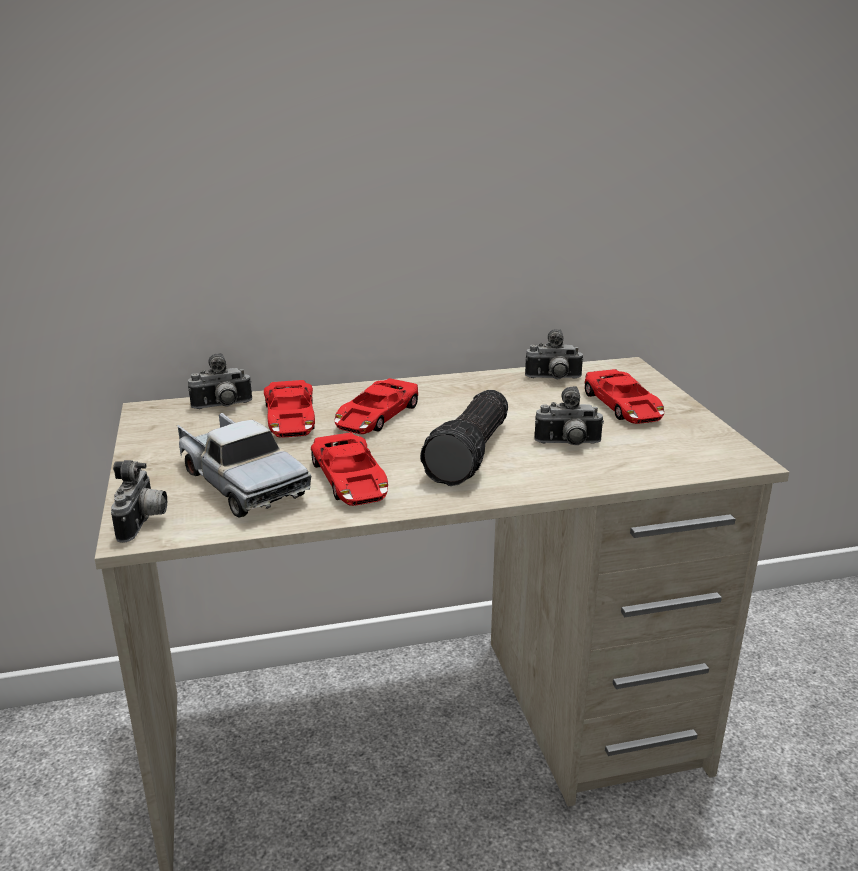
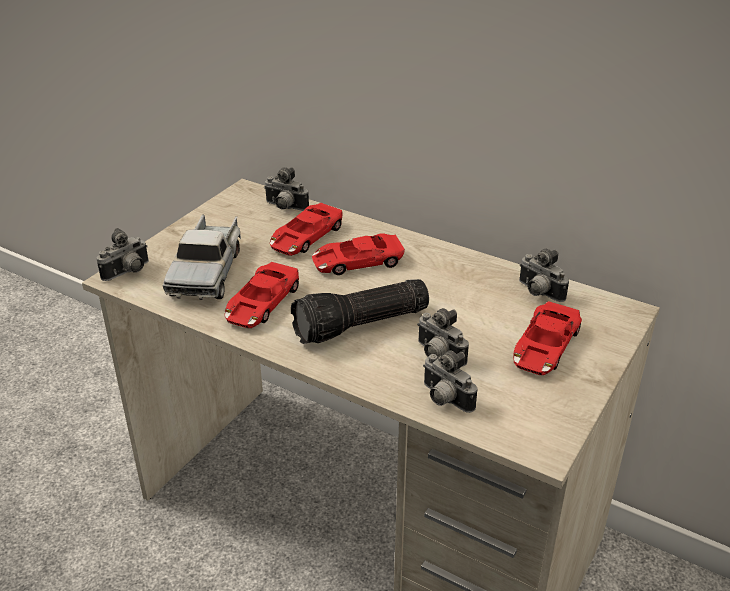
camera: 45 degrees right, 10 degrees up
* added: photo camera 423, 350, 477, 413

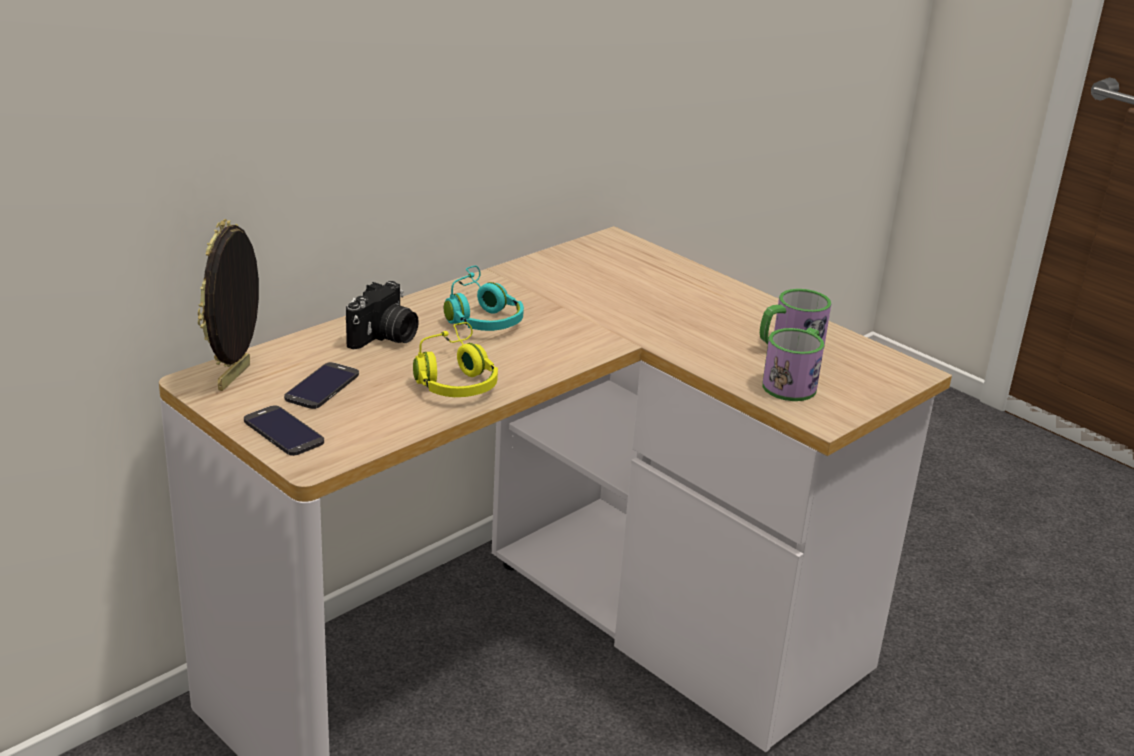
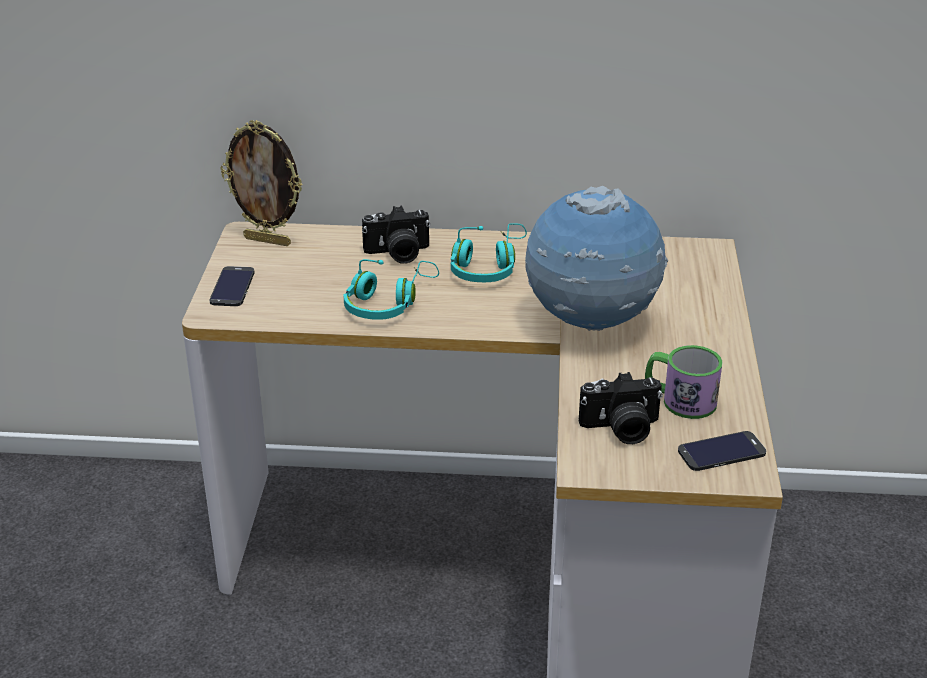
camera: 50 degrees right, 5 degrees up
* turned: picture frame 198, 219, 259, 391 = 220, 120, 302, 246 135 degrees counterclockwise
* recoloured: yellow headphones 413, 322, 498, 397 to turquoise headphones 344, 259, 439, 320
* replaced: mug 762, 328, 824, 401 to photo camera 579, 372, 663, 444
* moved: phone 284, 362, 359, 409 to 678, 431, 766, 471
* added: globe 525, 186, 668, 331

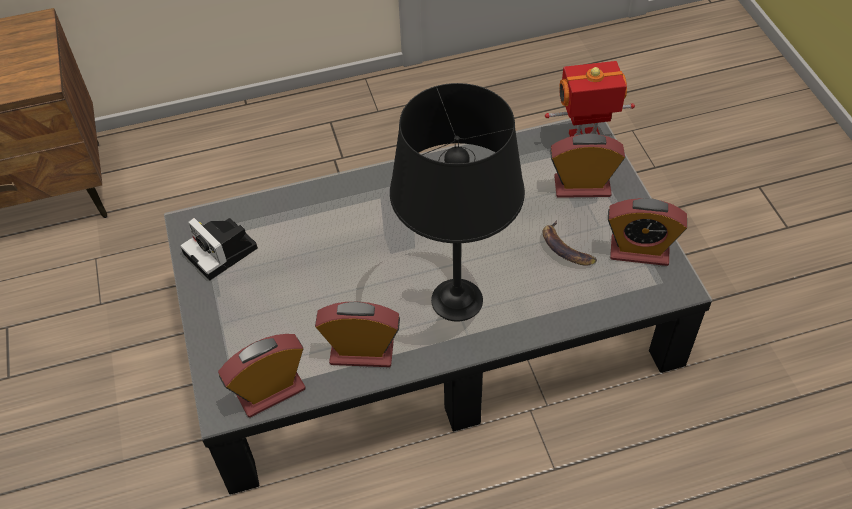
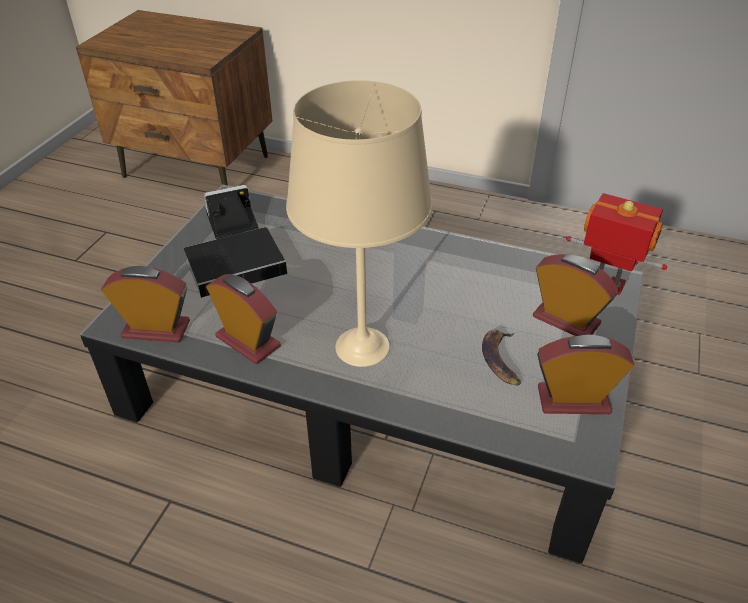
camera: 35 degrees right, 10 degrees down
* recoloured: black table lamp 390, 83, 525, 322 to beige table lamp 286, 80, 433, 367
* turned: alarm clock 608, 198, 687, 266 = 537, 335, 634, 414 135 degrees clockwise
* turned: photo camera 180, 218, 258, 280 = 204, 185, 259, 239 75 degrees clockwise
* added: book 184, 227, 302, 298

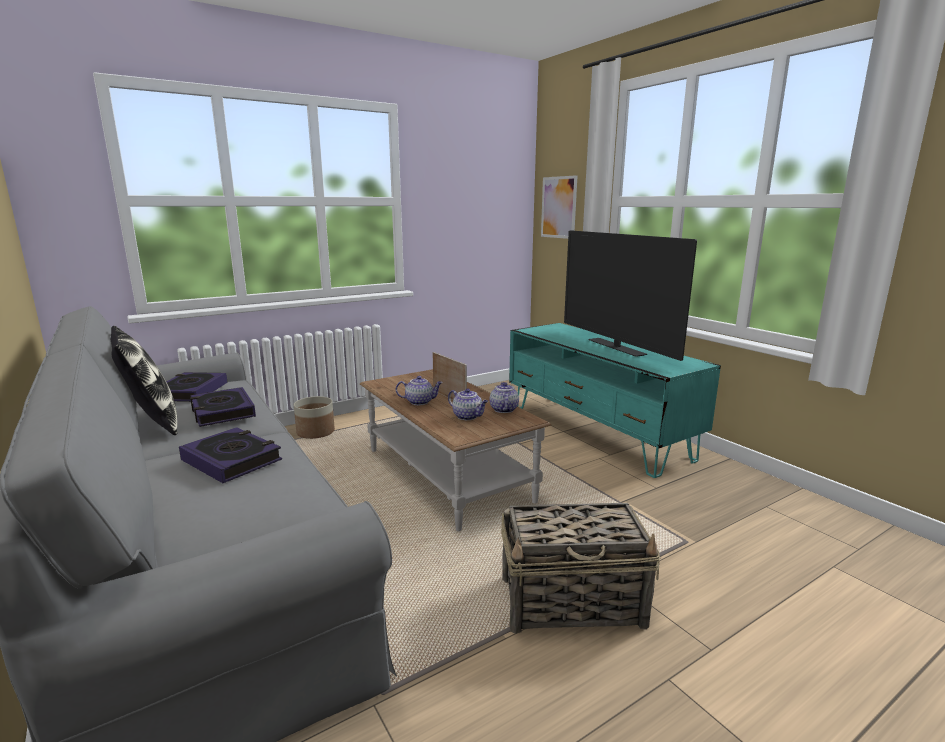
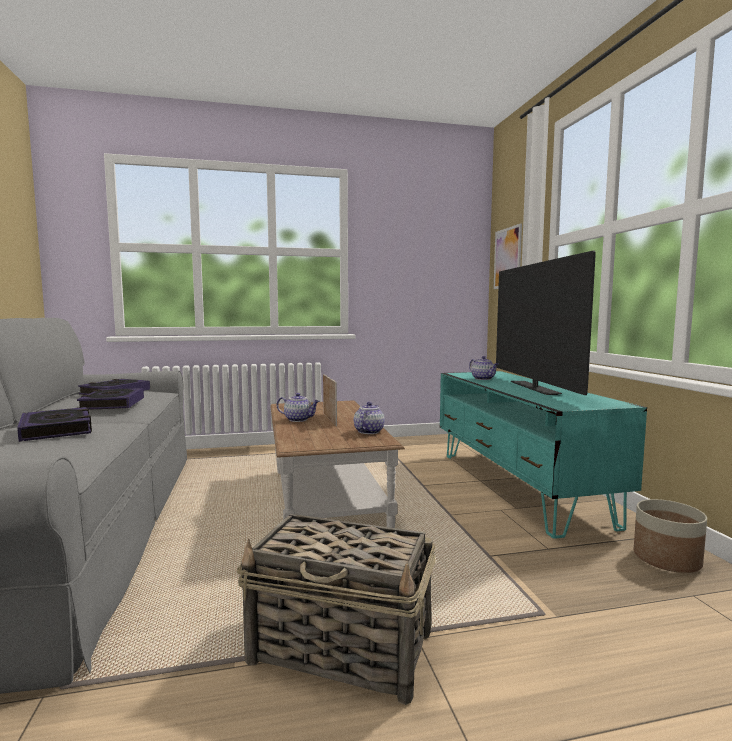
camera: 20 degrees right, 10 degrees down
* removed: pillow 111, 326, 178, 435
* moved: teapot 448, 388, 488, 420 to 469, 356, 498, 380
* moved: planter 294, 396, 335, 439 to 634, 499, 707, 573

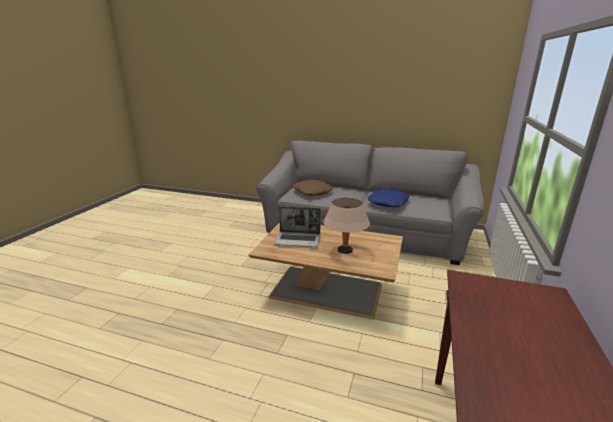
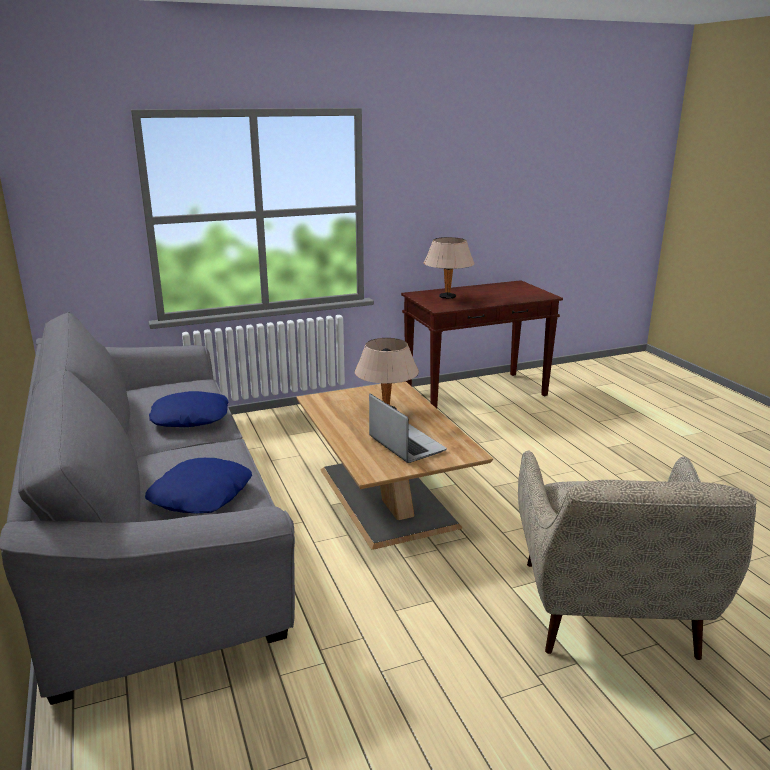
camera: 130 degrees left, 0 degrees up
* recoloured: brown pillow 292, 180, 333, 196 to blue pillow 145, 458, 252, 513
* added: beige table lamp 424, 237, 474, 299
* added: beige armchair 518, 451, 757, 660

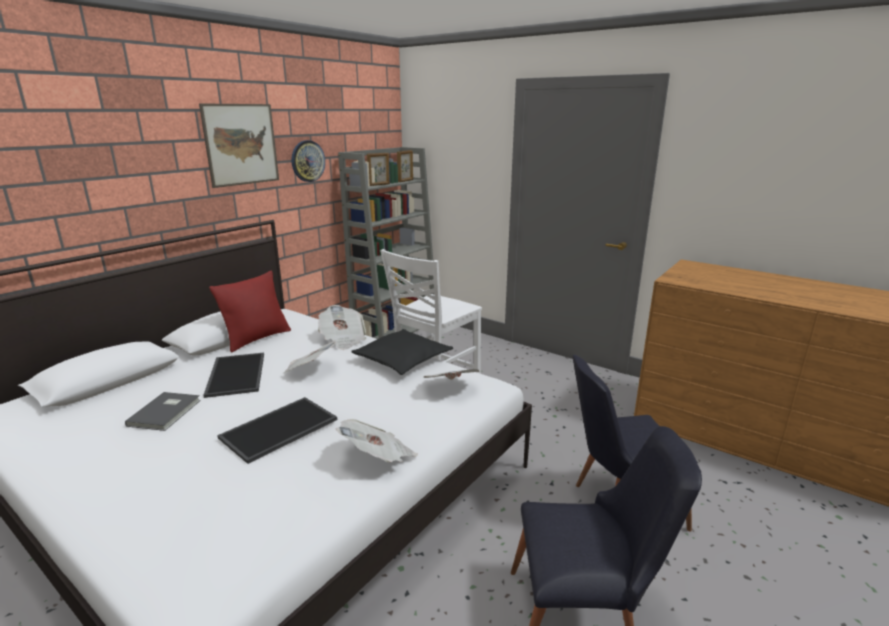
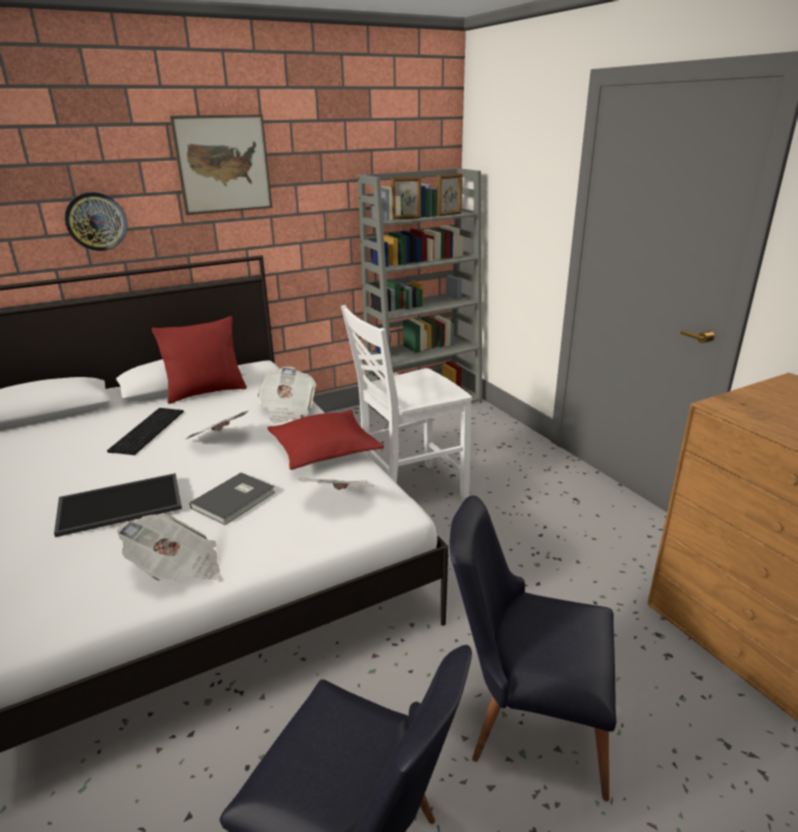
camera: 25 degrees right, 5 degrees up
* moved: wall clock 292, 140, 325, 182 to 65, 192, 127, 251
* recoloured: black pillow 351, 329, 453, 375 to red pillow 267, 410, 384, 470
* replaced: tray 203, 353, 264, 398 to keyboard 107, 408, 184, 455
* moved: grey book 125, 392, 201, 431 to 190, 473, 275, 525

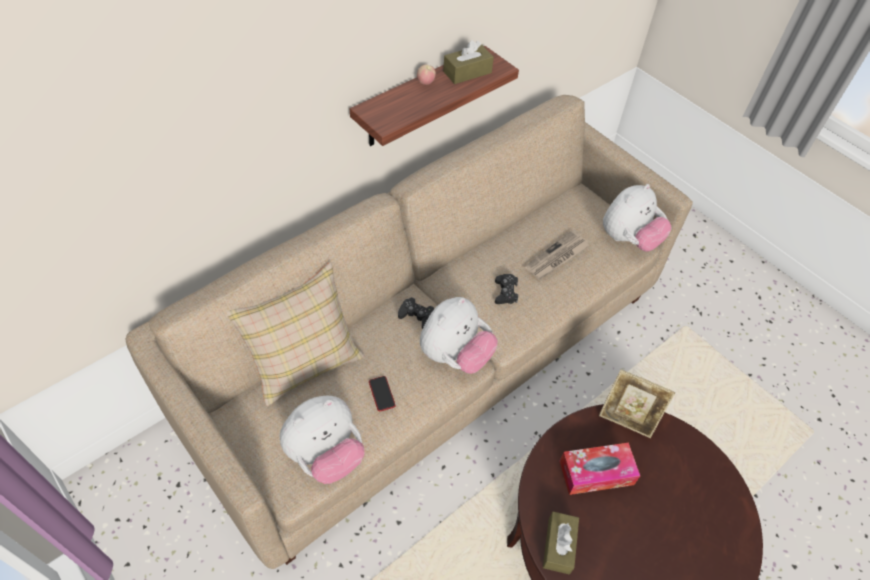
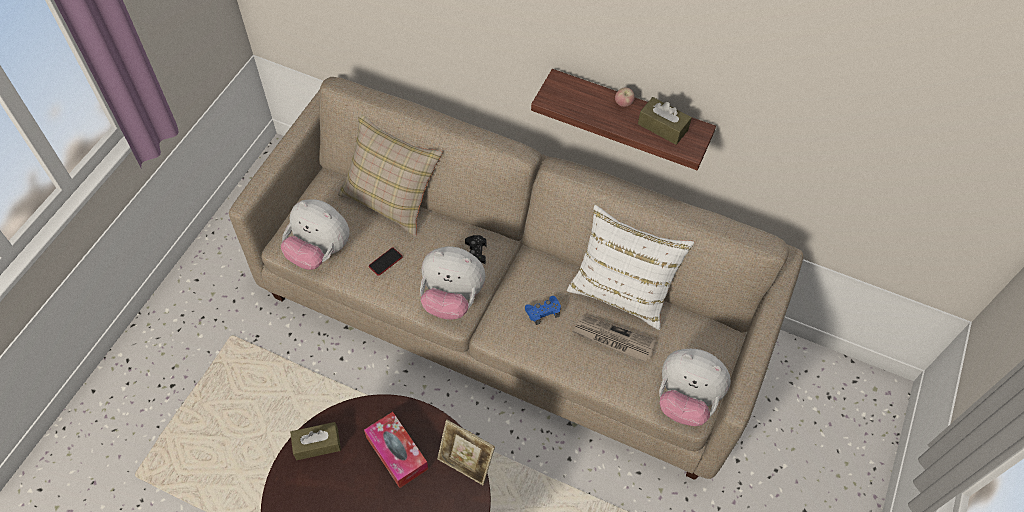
camera: 65 degrees right, 5 degrees up
* recoloured: black game controller 495, 274, 518, 304 to blue game controller 525, 296, 561, 325
* turned: picture frame 599, 369, 675, 438 = 437, 420, 495, 485 60 degrees counterclockwise
* added: white pillow 567, 205, 694, 330

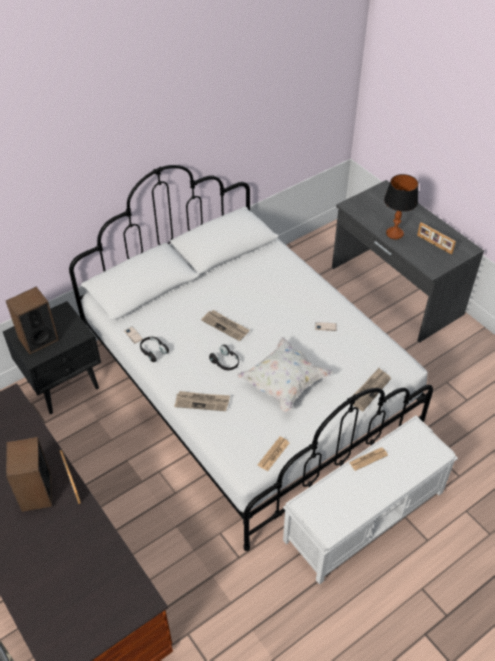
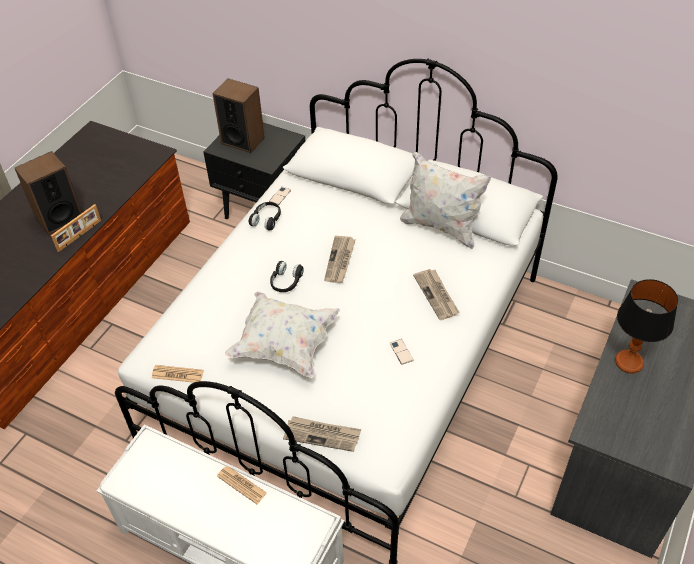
camera: 65 degrees right, 0 degrees up
* removed: picture frame 417, 222, 456, 255
* moved: newspaper 174, 391, 230, 411 to 413, 269, 460, 320
* added: white pillow 400, 152, 491, 249

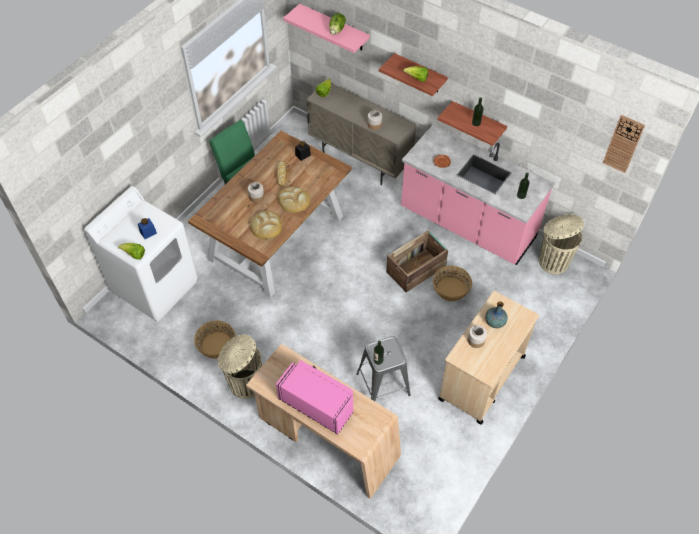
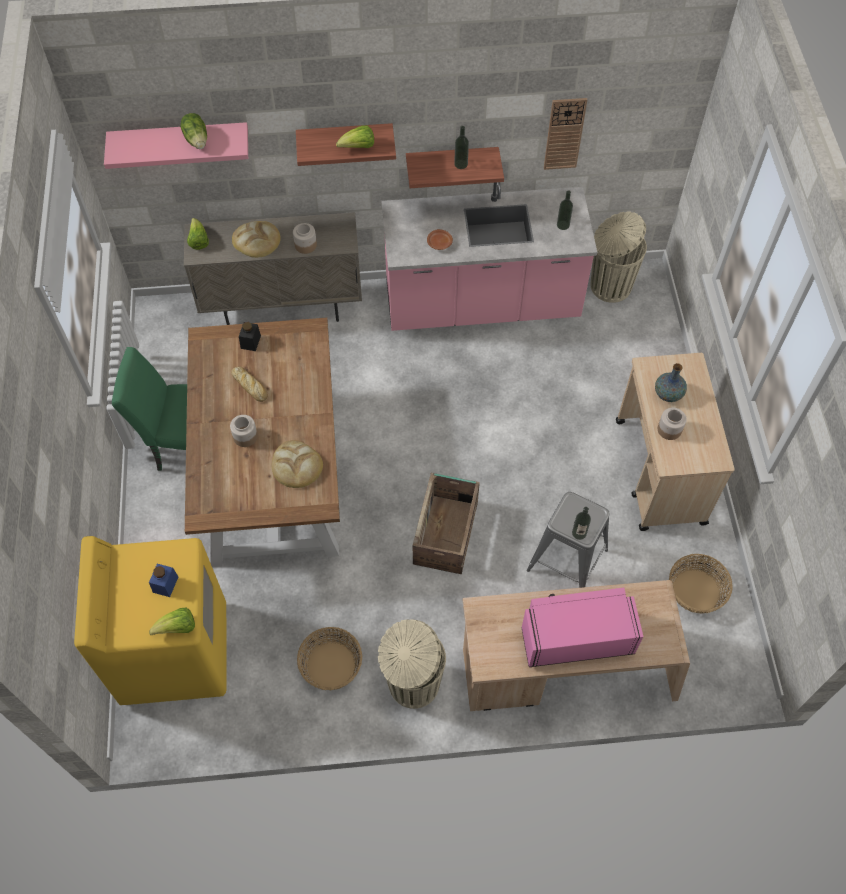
camera: 40 degrees left, 5 degrees up
* moved: wall clock 603, 115, 645, 173 to 544, 98, 587, 170
* recoloured: white washing machine 84, 186, 198, 322 to yellow washing machine 74, 536, 227, 705
* moved: bread 278, 186, 310, 213 to 232, 221, 281, 258
* moved: crate 386, 230, 448, 292 to 413, 473, 480, 574
* moved: basket 433, 266, 472, 301 to 669, 554, 733, 614

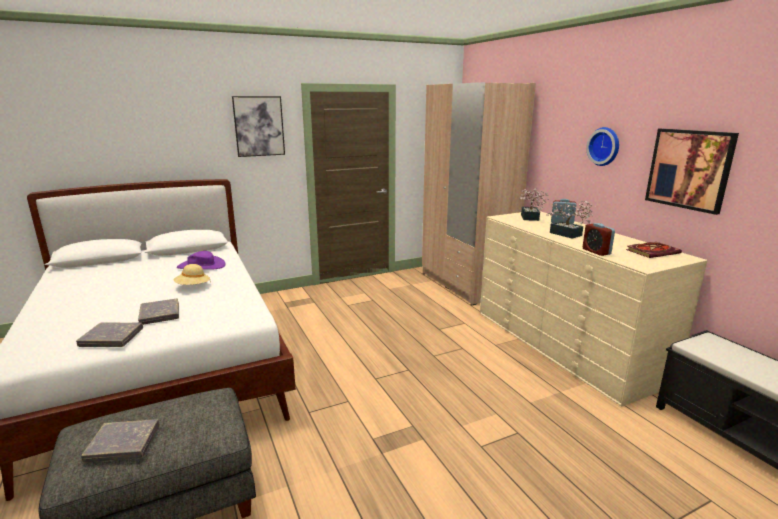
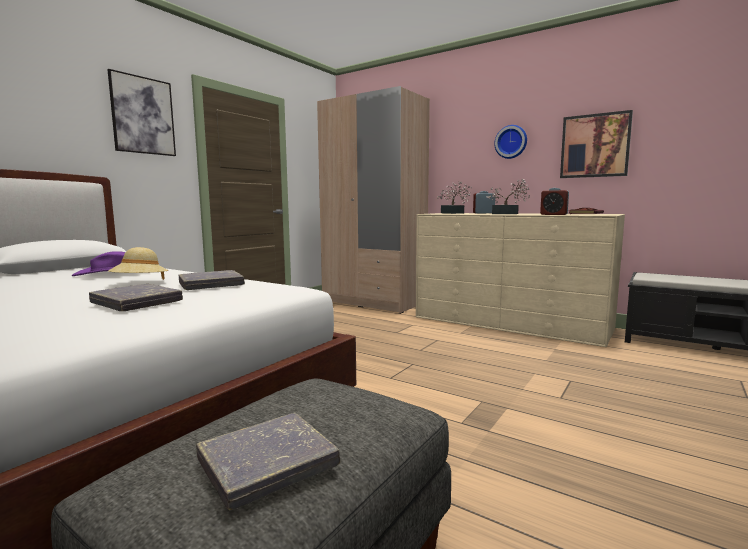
camera: 30 degrees left, 10 degrees down
* moved: grey book 76, 322, 143, 347 to 179, 270, 245, 290

